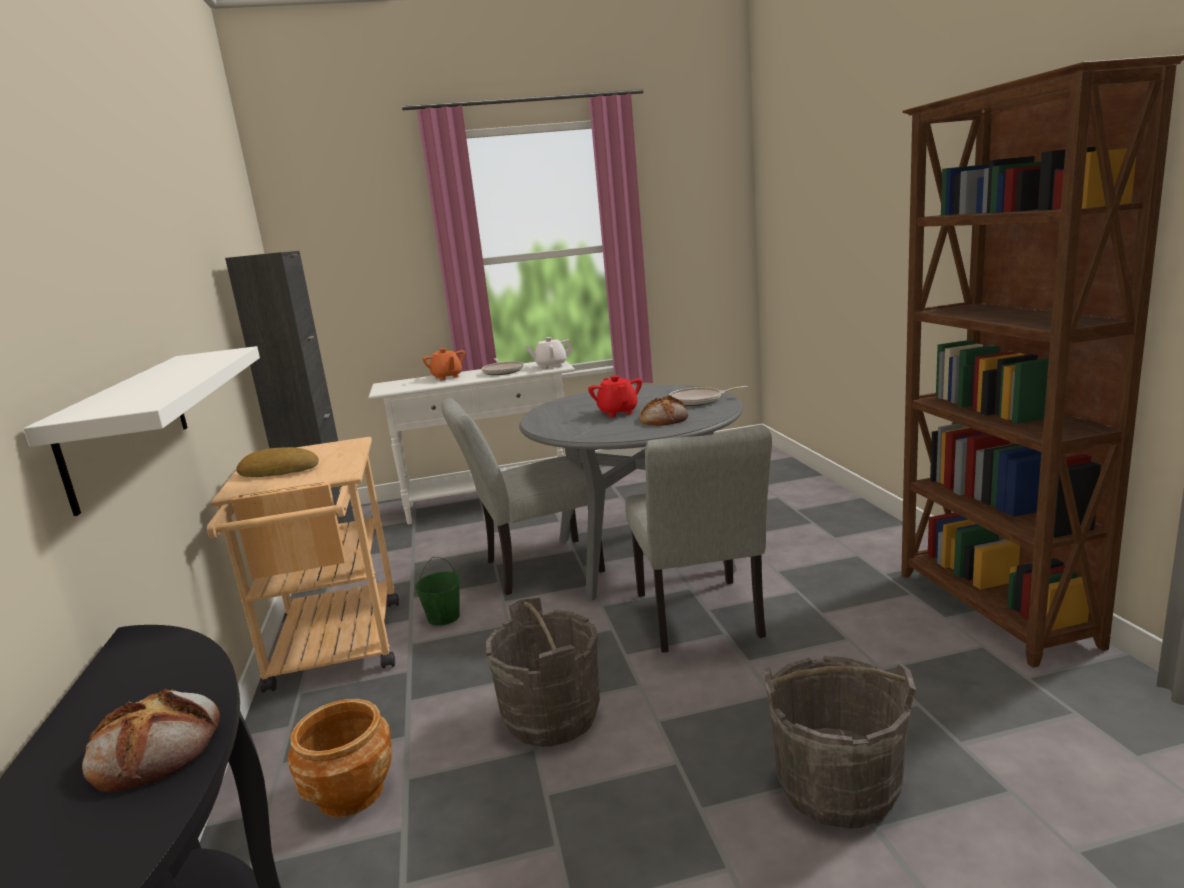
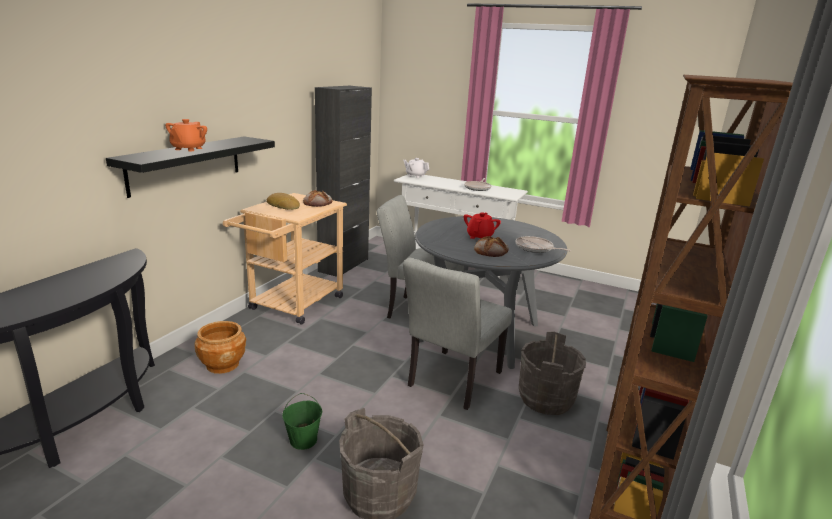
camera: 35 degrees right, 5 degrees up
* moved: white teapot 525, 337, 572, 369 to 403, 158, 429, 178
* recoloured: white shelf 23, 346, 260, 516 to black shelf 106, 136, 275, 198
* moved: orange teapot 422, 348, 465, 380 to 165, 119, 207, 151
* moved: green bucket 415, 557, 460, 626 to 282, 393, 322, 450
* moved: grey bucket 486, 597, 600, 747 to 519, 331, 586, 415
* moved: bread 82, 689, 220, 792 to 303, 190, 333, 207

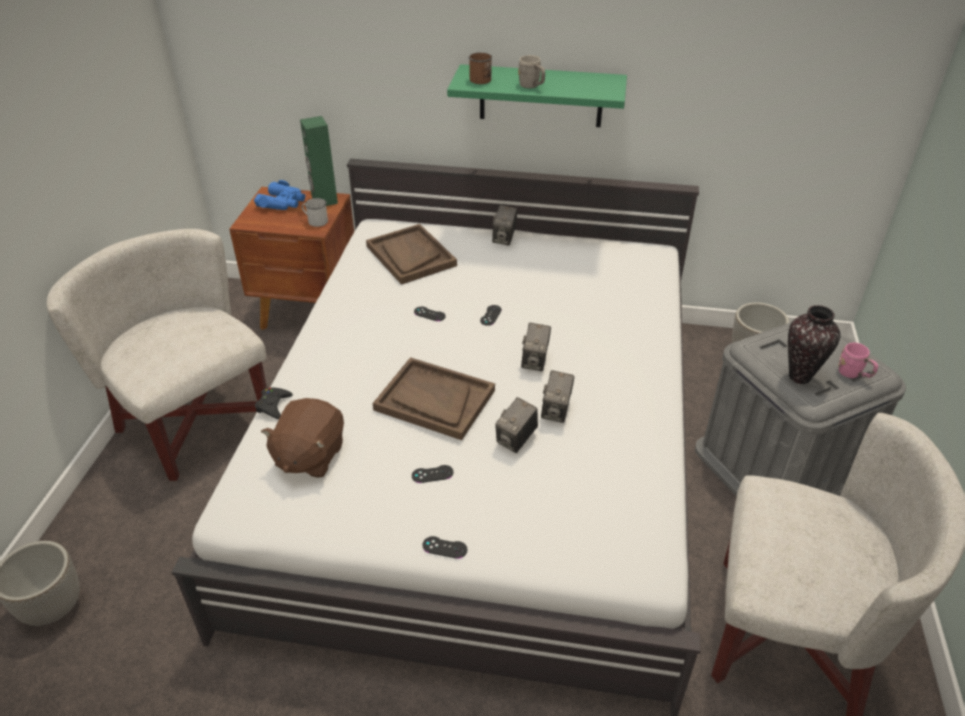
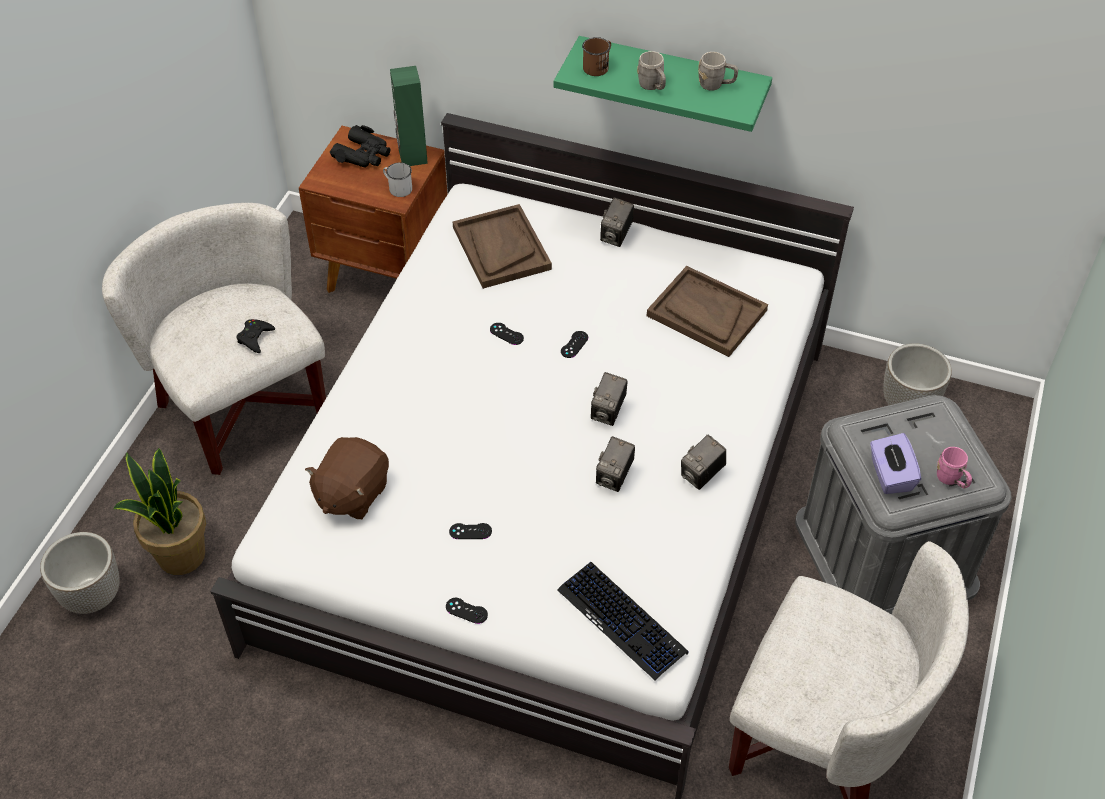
camera: 10 degrees right, 10 degrees up
* recoloured: blue binoculars 254, 180, 305, 210 to black binoculars 330, 125, 391, 168
* replaced: vase 788, 305, 840, 384 to purple tissue box 870, 433, 921, 494
* moved: brown tray 373, 357, 495, 440 to 647, 266, 768, 357
* moved: black game controller 255, 387, 293, 419 to 236, 319, 275, 353
* moved: photo camera 495, 397, 538, 453 to 681, 435, 726, 490
* added: grey mug 698, 52, 738, 91
* added: potted plant 113, 448, 206, 575
* added: keyboard 557, 562, 688, 681

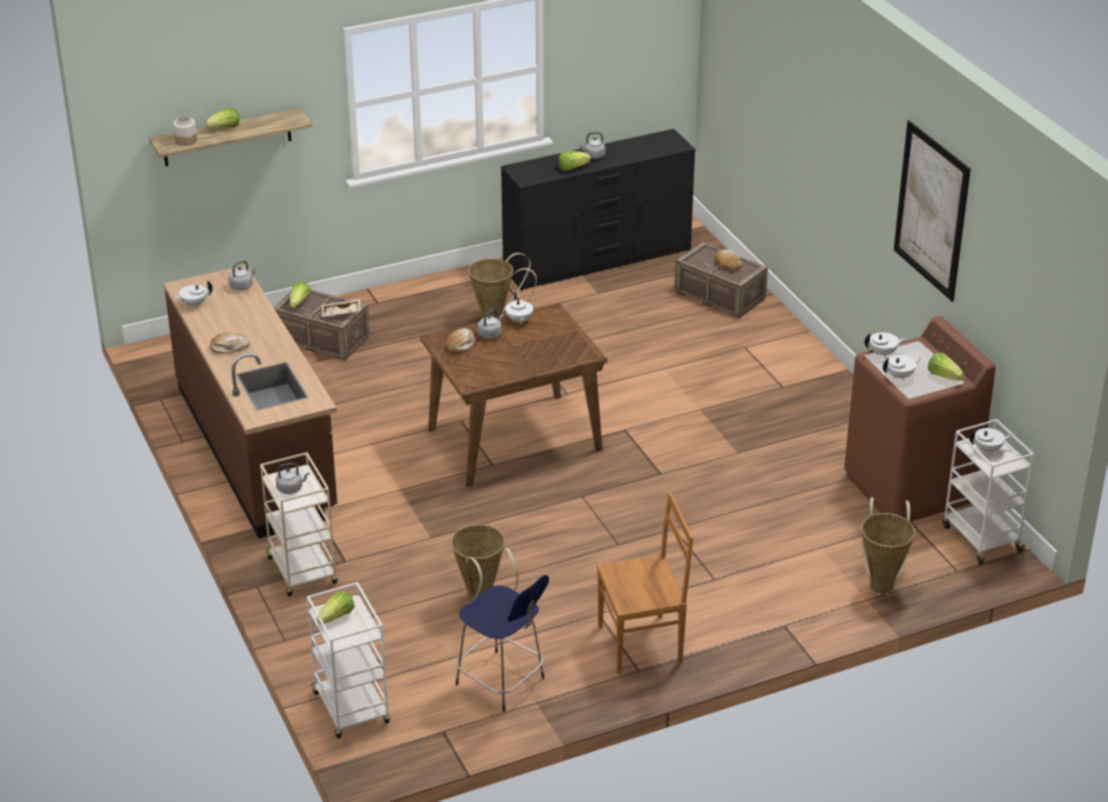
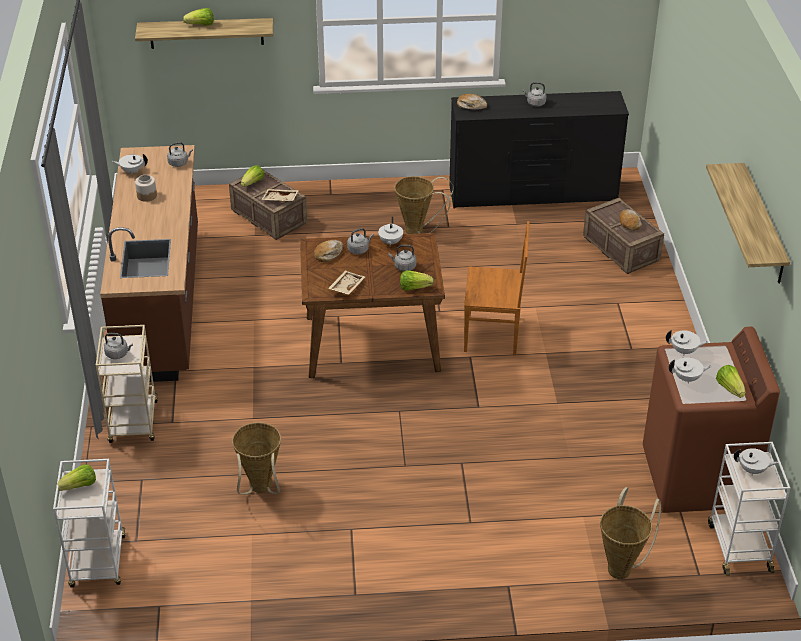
camera: 20 degrees right, 5 degrees up
* moved: jar 173, 116, 197, 146 to 135, 175, 157, 202
* replaced: picture 894, 120, 971, 302 to shelf 706, 163, 790, 284
* moved: lettuce 558, 151, 591, 171 to 400, 270, 434, 291
* moved: bread 210, 333, 250, 353 to 457, 94, 487, 110
* moved: brown chair 597, 492, 693, 674 to 464, 221, 530, 356
* removed: blue stool 456, 575, 549, 712
* added: grey kettle 389, 245, 416, 271
* added: beige tray 328, 270, 365, 295

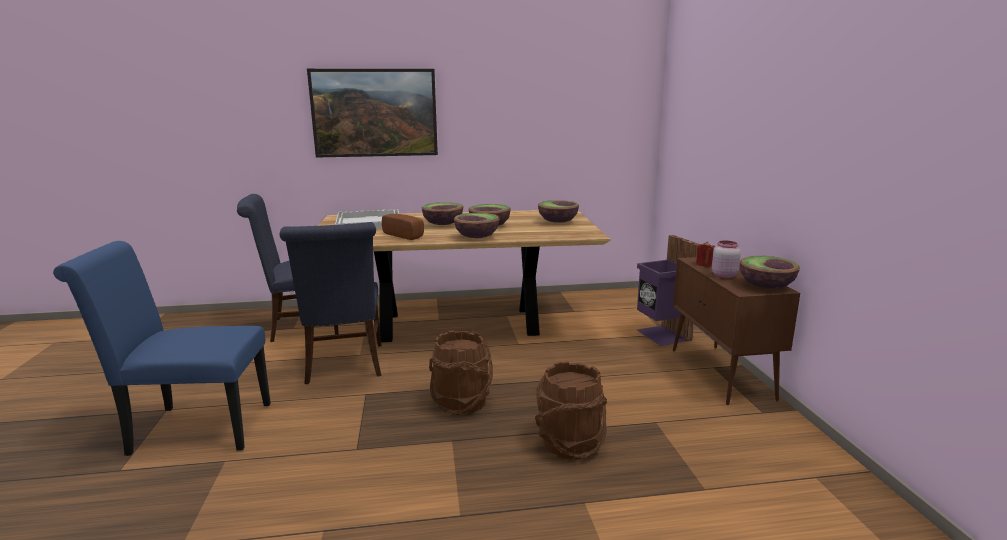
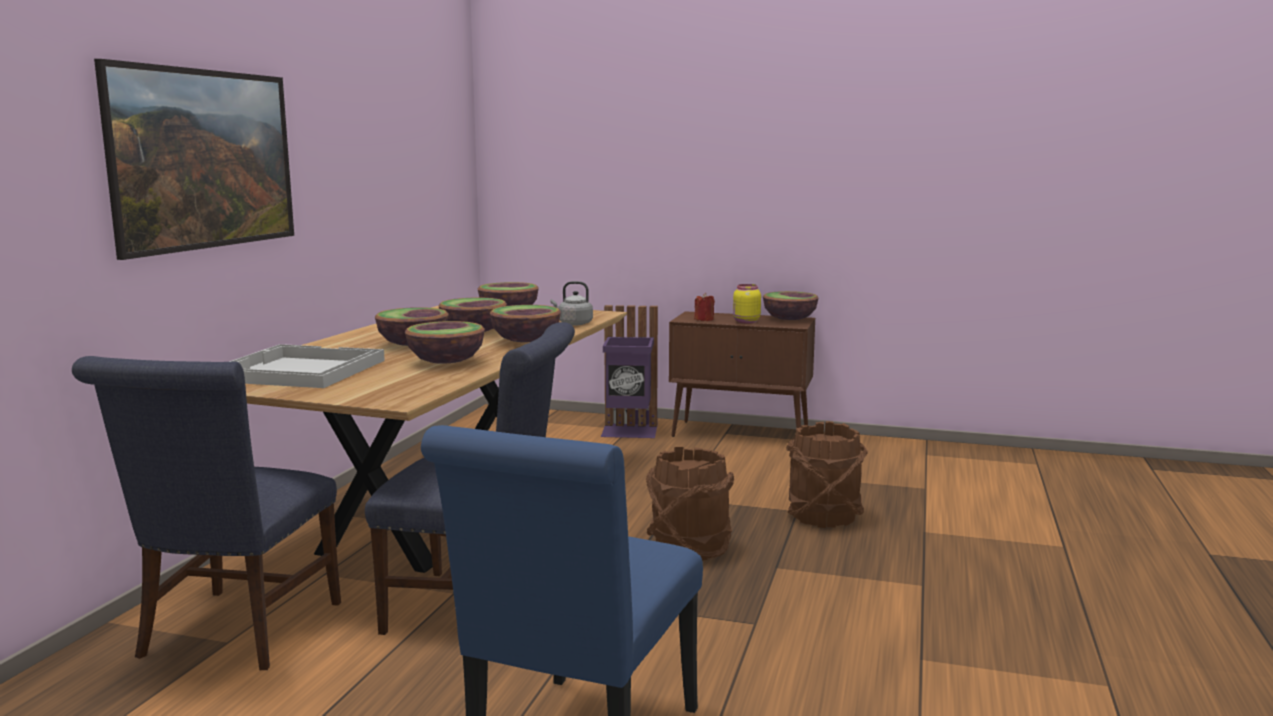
camera: 65 degrees left, 5 degrees down
* replaced: bread 382, 214, 424, 240 to bowl 405, 321, 485, 364
* recoloured: pink jar 712, 241, 741, 278 to yellow jar 733, 284, 761, 323
* added: grey kettle 550, 281, 593, 325

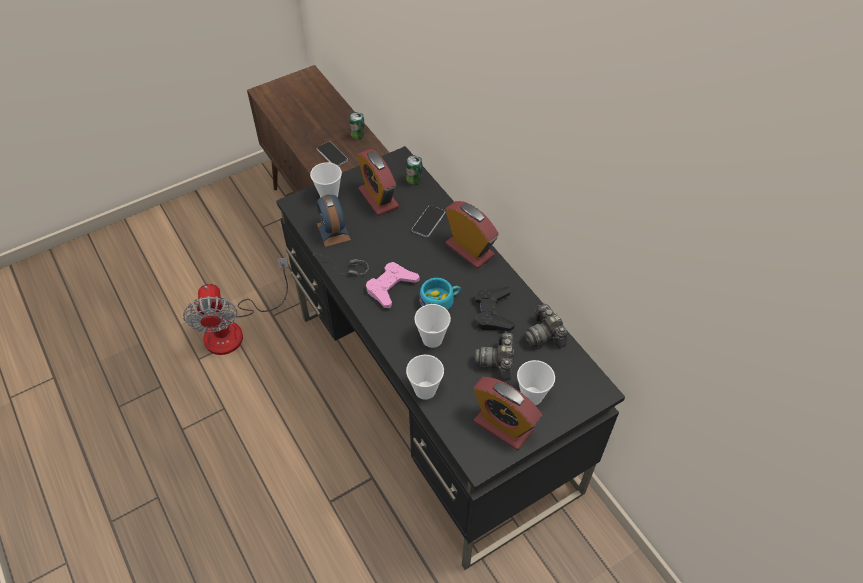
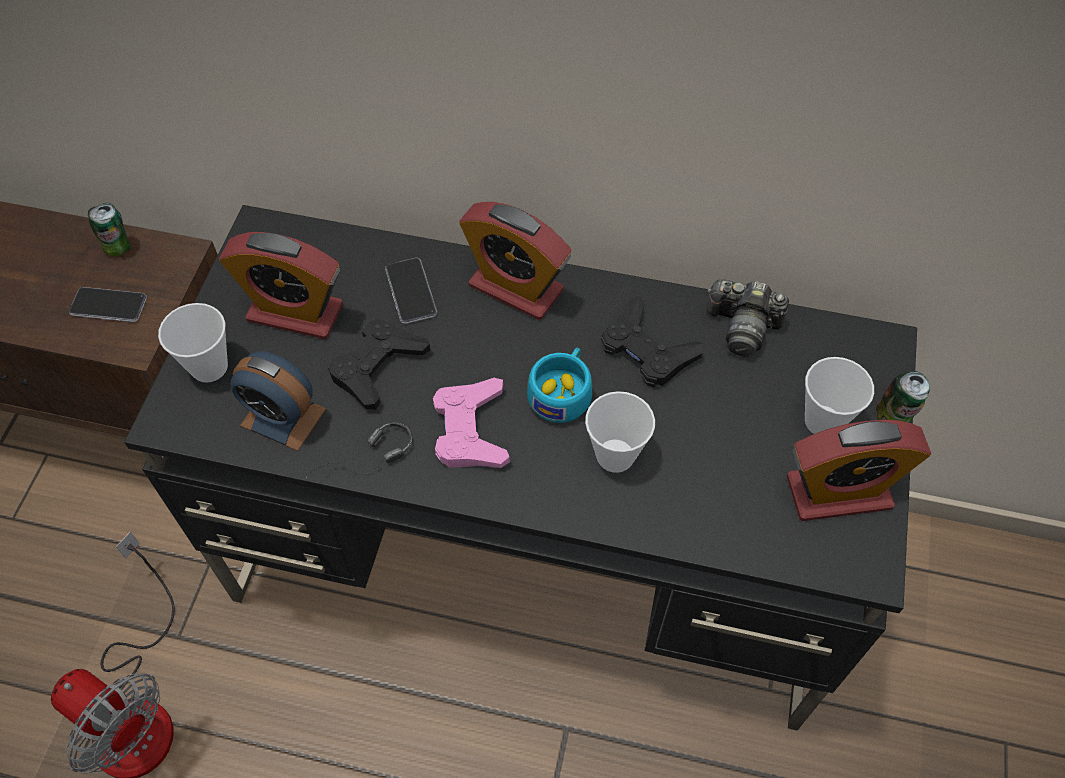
camera: 45 degrees left, 5 degrees up
* moved: can 406, 155, 422, 185 to 876, 371, 930, 423
* turned: alarm clock 445, 201, 499, 268 = 459, 202, 572, 320 150 degrees counterclockwise
* removed: photo camera 475, 332, 514, 380
* removed: cup 406, 355, 444, 400
* added: black game controller 328, 318, 430, 410

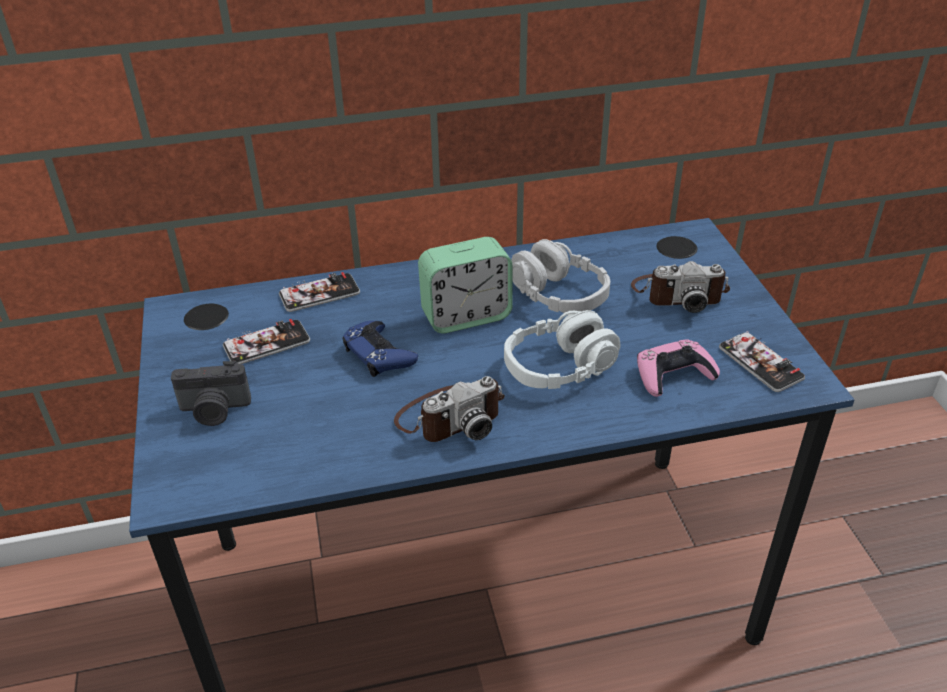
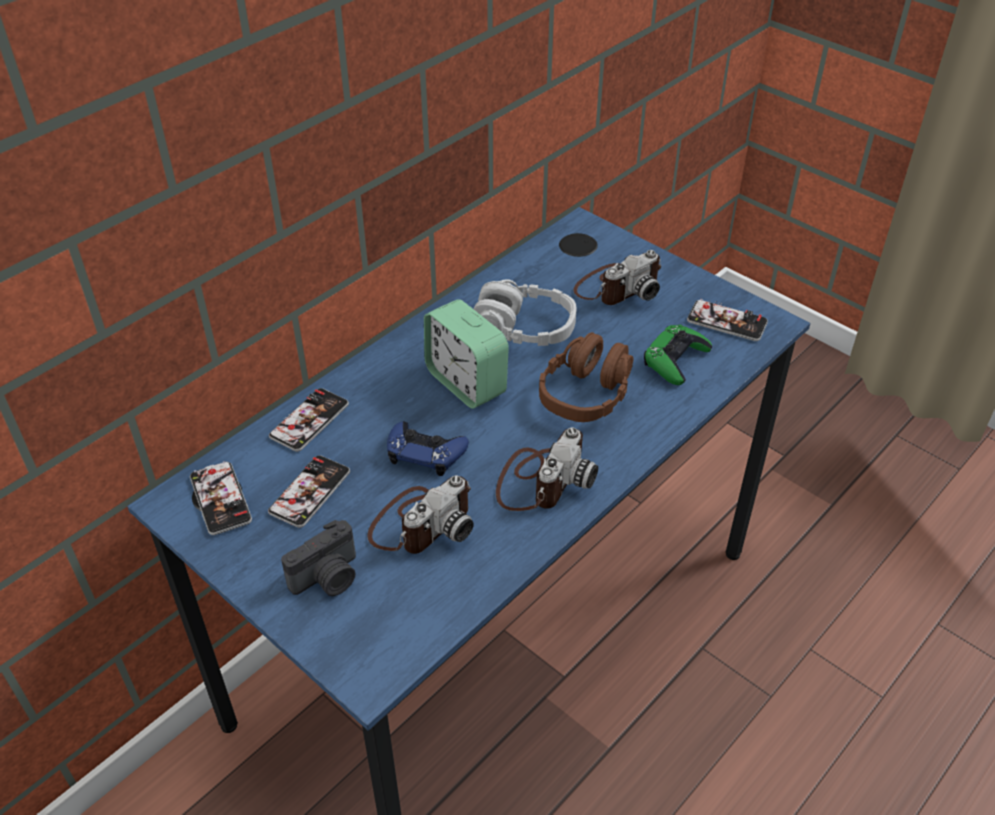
camera: 35 degrees left, 5 degrees up
* turned: alarm clock 418, 237, 512, 334 = 424, 299, 509, 409 105 degrees clockwise
* recoloured: white headphones 504, 310, 621, 389 to brown headphones 539, 332, 634, 422
* recoloured: pink game controller 637, 339, 720, 397 to green game controller 644, 325, 712, 385
* added: phone 190, 461, 252, 535
* added: photo camera 367, 476, 474, 554

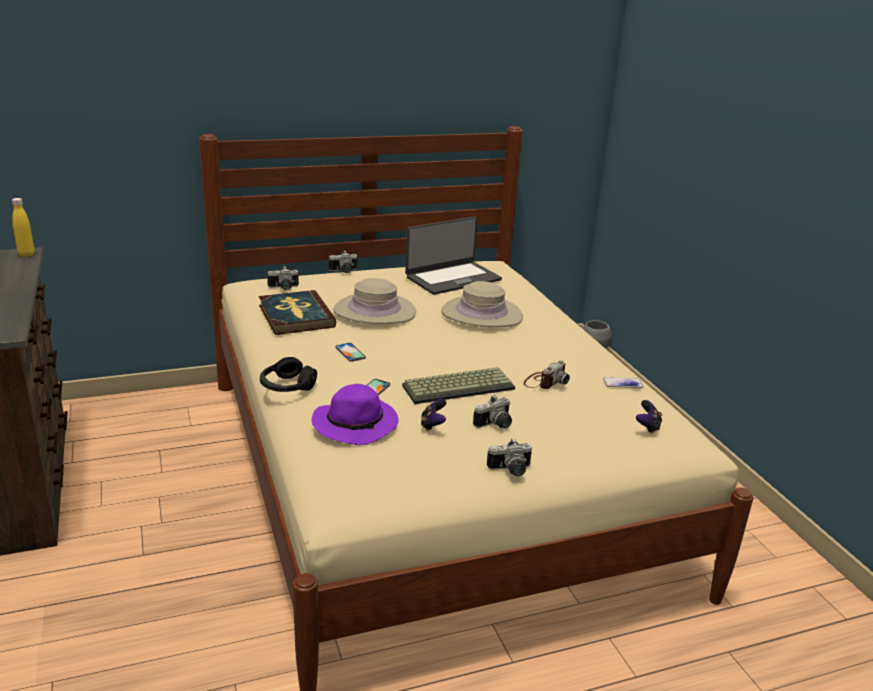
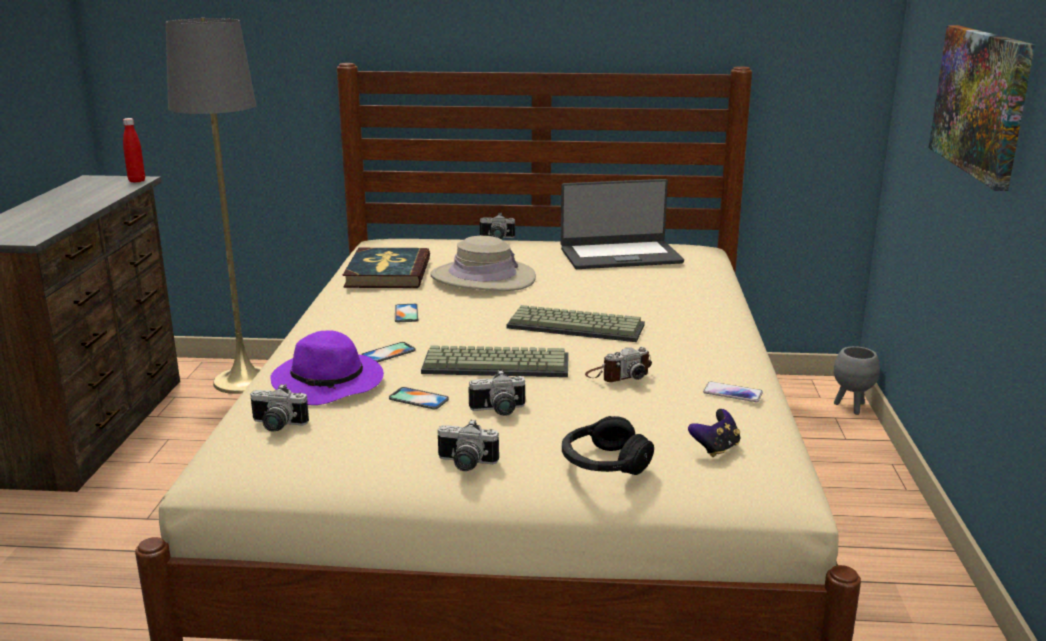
camera: 25 degrees right, 5 degrees down
* recoloured: yellow bottle 12, 198, 35, 257 to red bottle 123, 118, 145, 183
* moved: photo camera 267, 266, 299, 290 to 250, 384, 309, 432
* removed: beige hat 441, 281, 523, 327
* moved: black headphones 260, 357, 317, 392 to 562, 416, 654, 475
* replaced: game controller 421, 399, 446, 431 to phone 389, 387, 449, 409
* added: grey floor lamp 166, 18, 262, 394
* added: picture 928, 25, 1035, 191
* added: keyboard 506, 305, 645, 342

